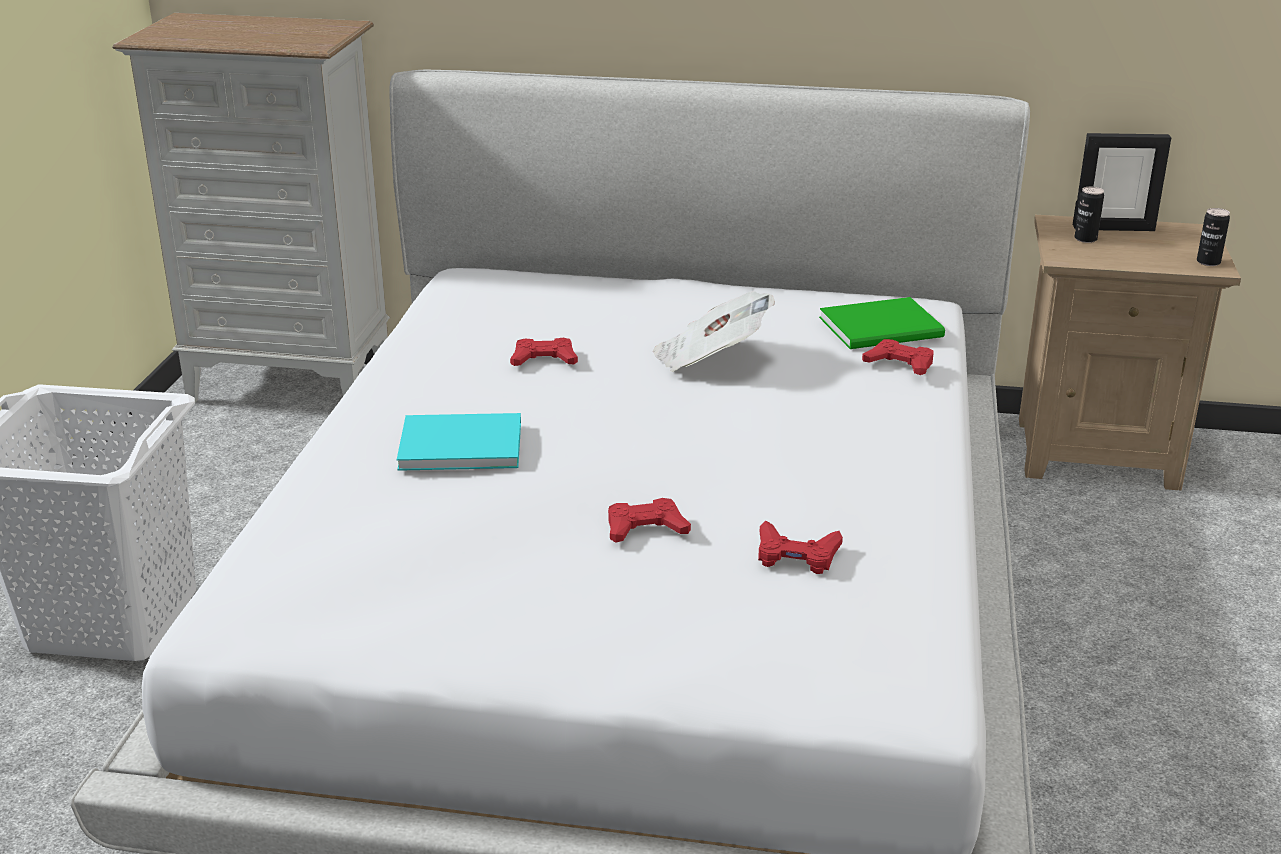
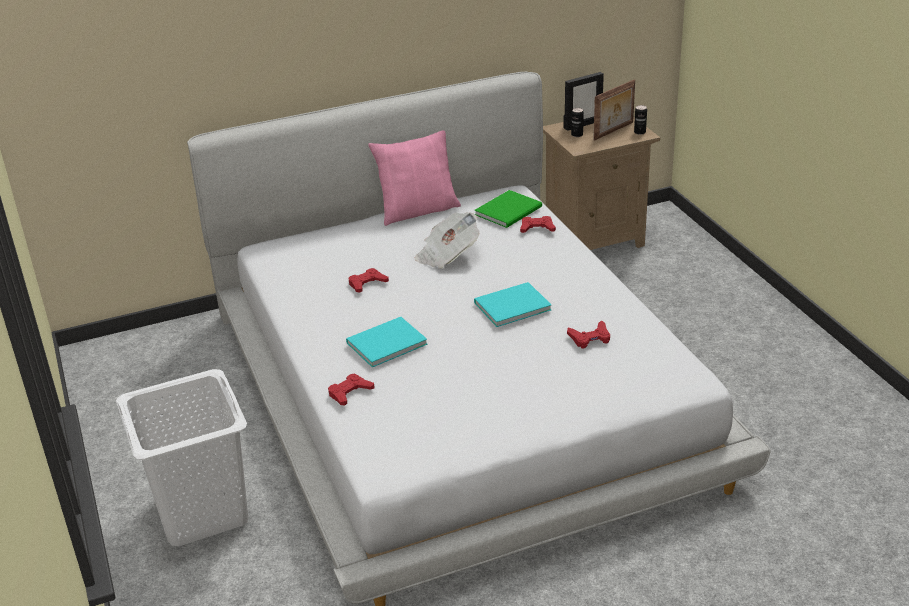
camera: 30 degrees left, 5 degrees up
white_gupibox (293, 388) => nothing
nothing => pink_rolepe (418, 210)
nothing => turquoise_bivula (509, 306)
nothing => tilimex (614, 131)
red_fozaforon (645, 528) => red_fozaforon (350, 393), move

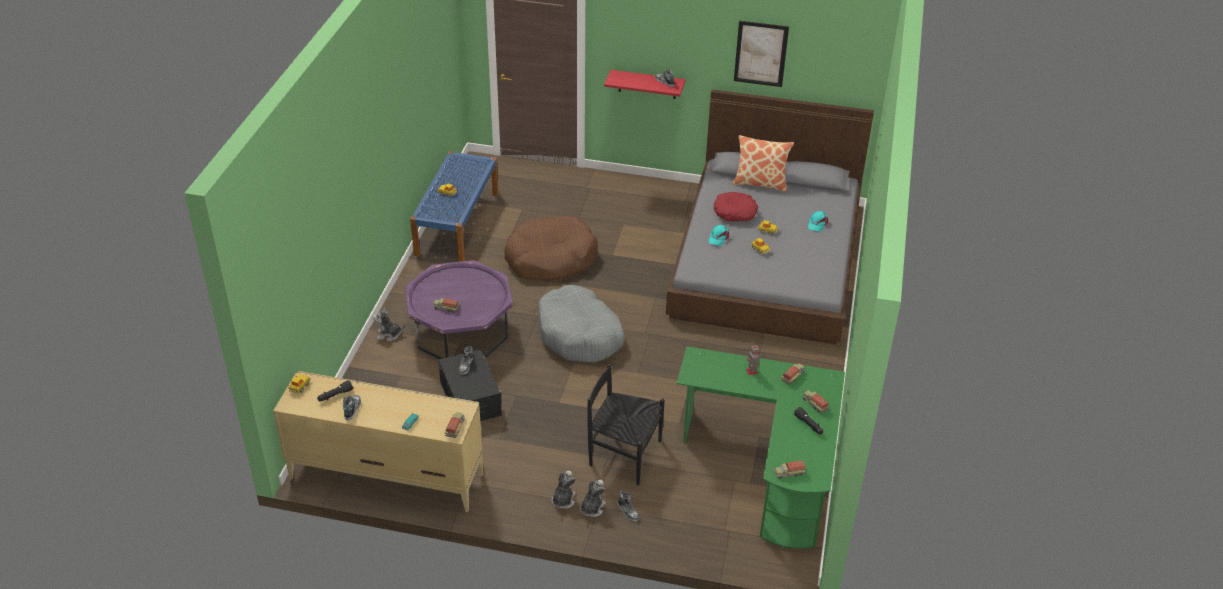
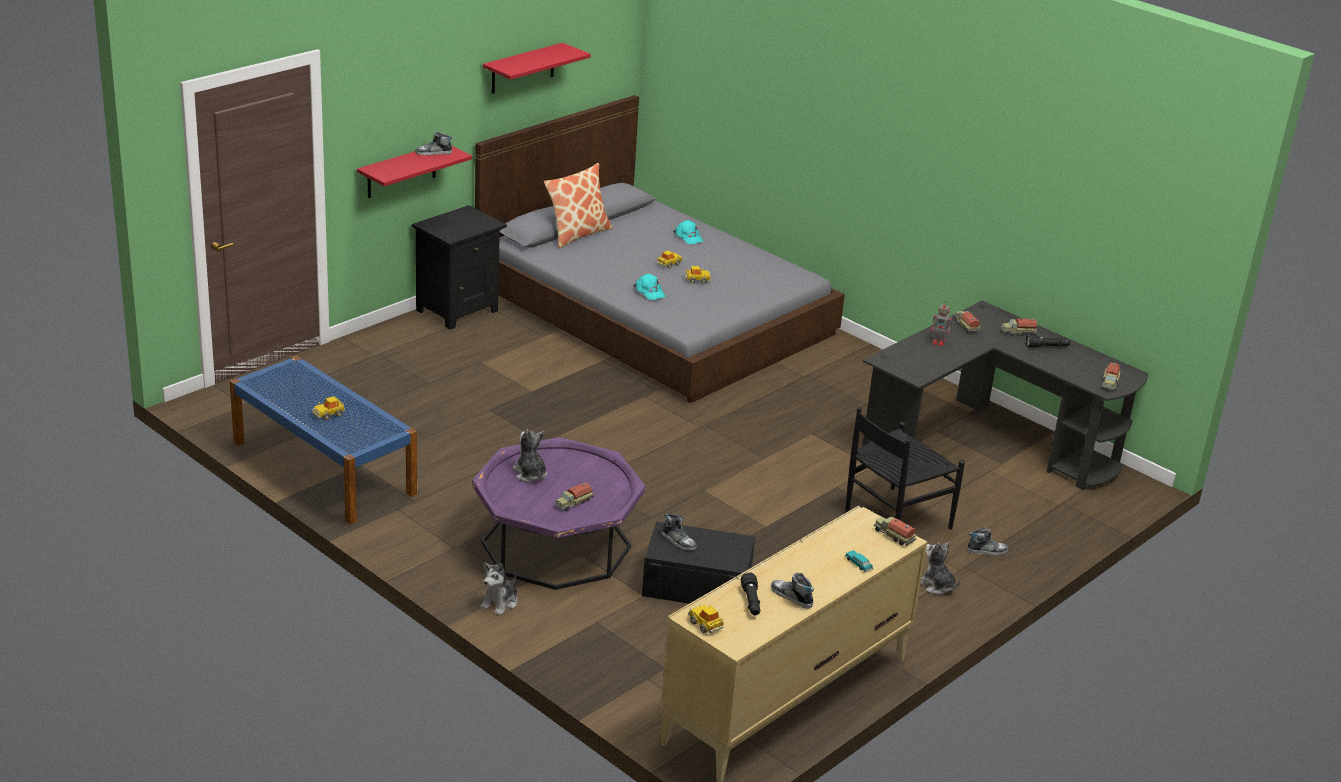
camera: 60 degrees left, 10 degrees down
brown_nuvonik (550, 258) => nothing
grey_nuvonik (579, 335) => nothing
red_rolepe (735, 212) => nothing
nothing => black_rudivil (459, 311)
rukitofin (592, 508) => rukitofin (530, 474), move
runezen (761, 53) => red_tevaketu (523, 68)
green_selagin (770, 468) => black_selagin (988, 444)

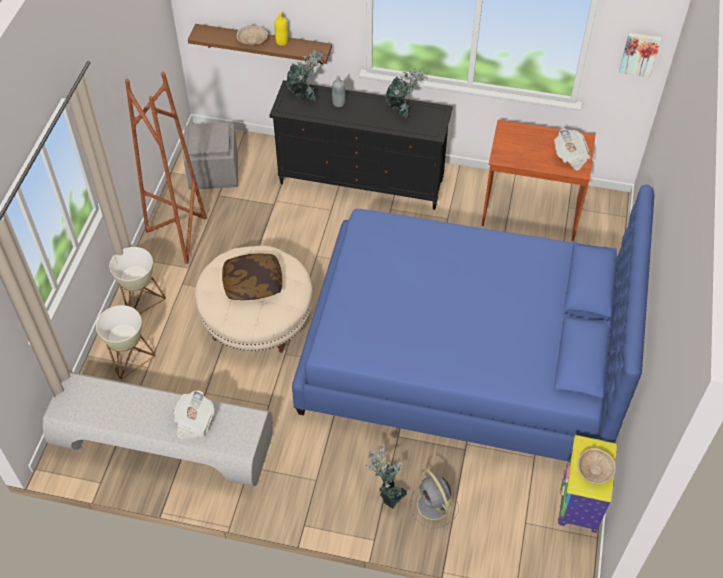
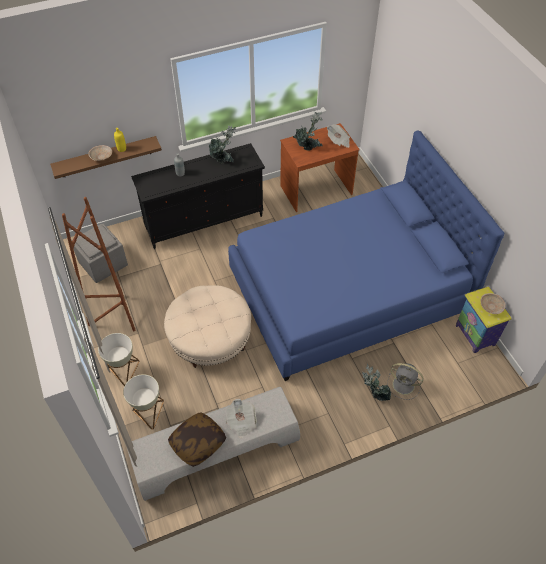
camera: 35 degrees left, 0 degrees up
runezen (639, 53) => nothing
rolepe (253, 284) => rolepe (197, 443), move
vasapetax (305, 95) => vasapetax (308, 147), move

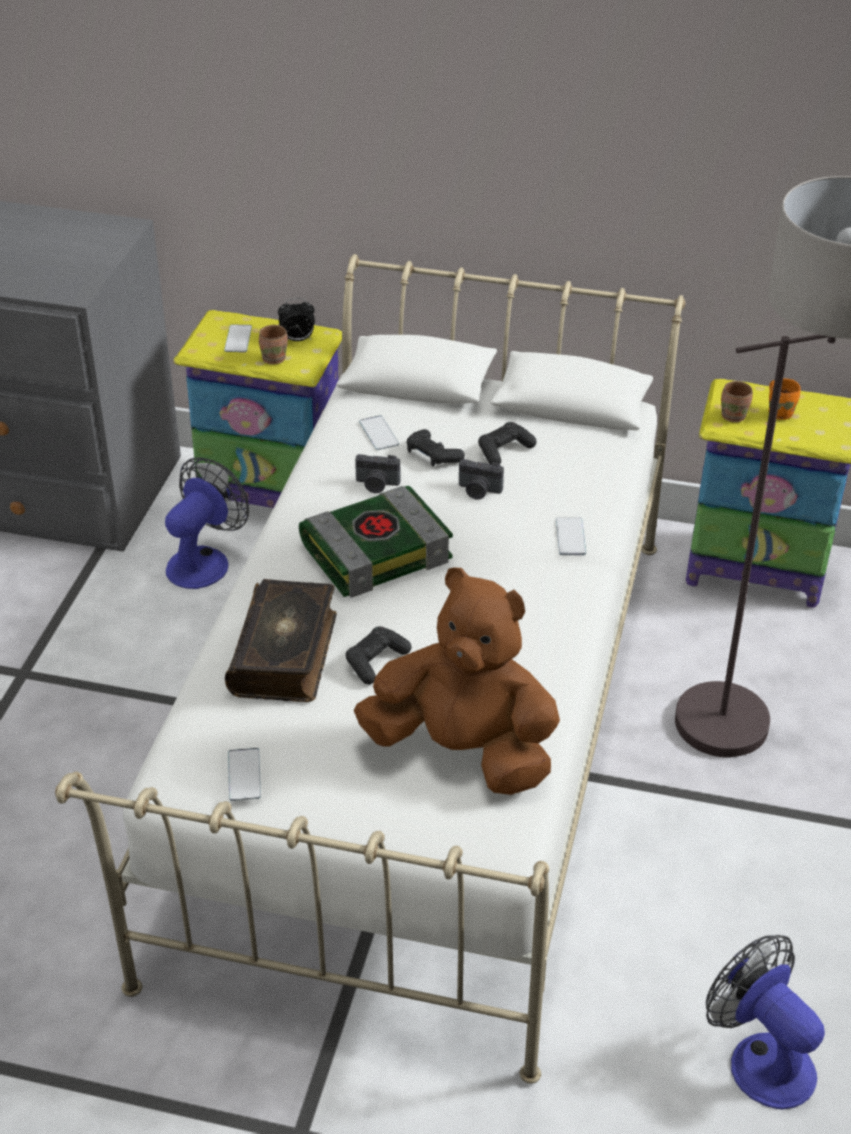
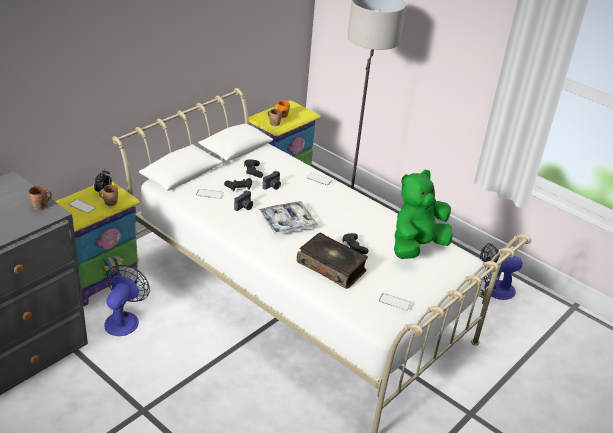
camera: 65 degrees left, 5 degrees down
nothing => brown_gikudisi (40, 206)
bivula (377, 551) => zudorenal (287, 222)
brown_rukitofin (464, 751) => green_rukitofin (416, 247)
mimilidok (204, 561) => mimilidok (124, 319), 45 degrees clockwise

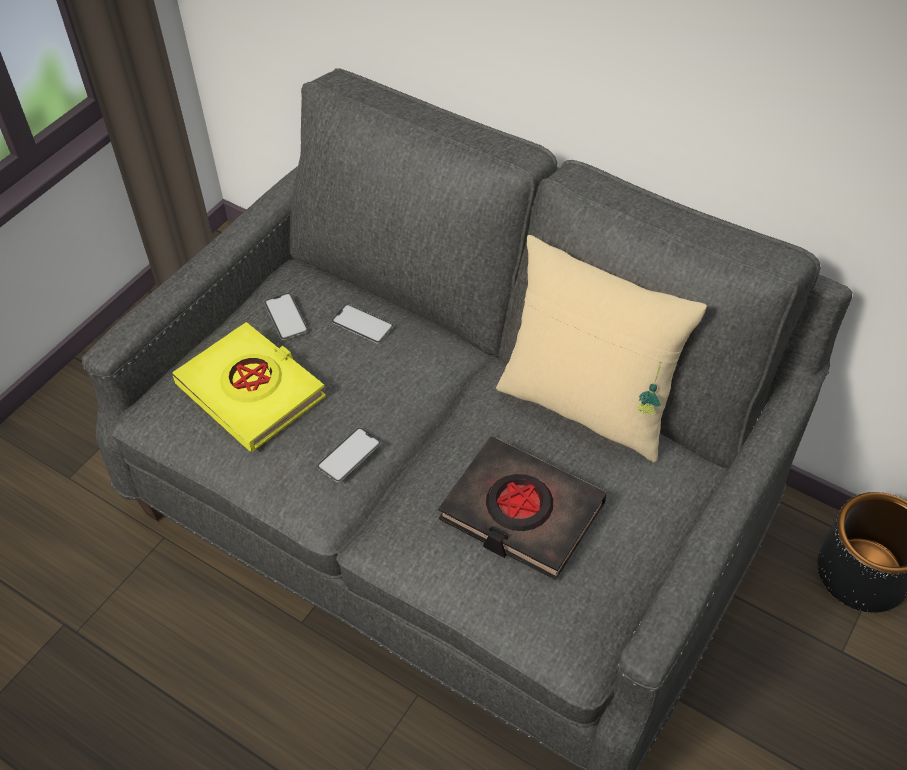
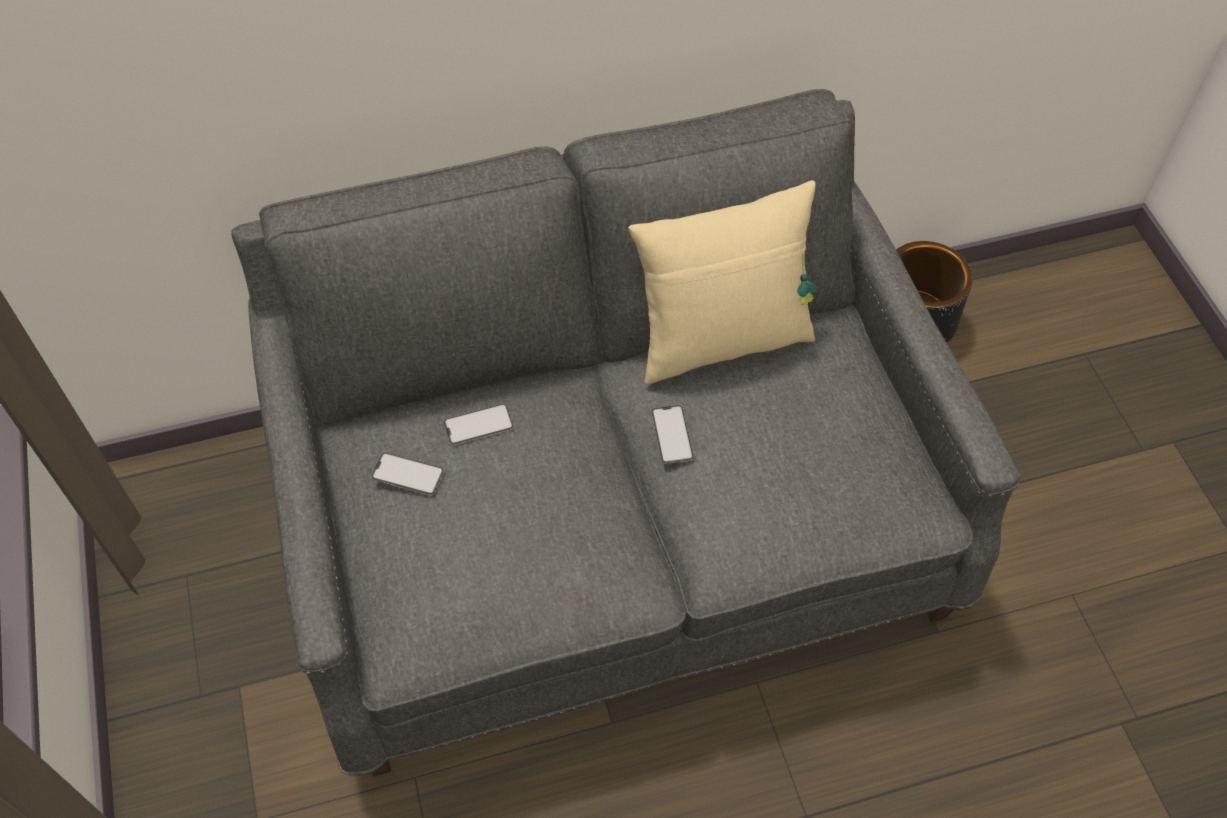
camera: 50 degrees left, 5 degrees up
yellow_bivula (251, 391) => nothing
black_bivula (521, 513) => nothing
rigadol (349, 455) => rigadol (672, 434), move

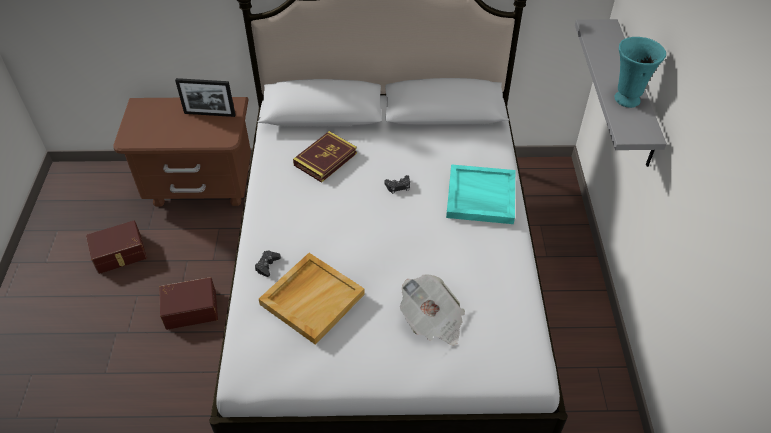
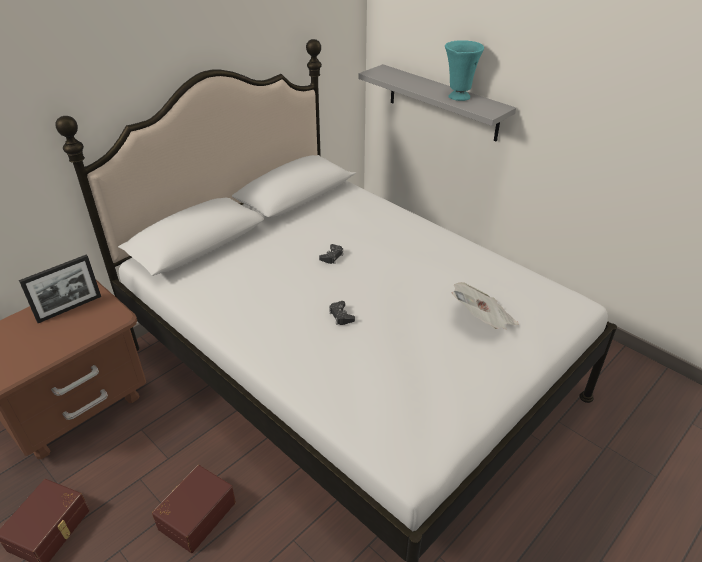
camera: 45 degrees left, 10 degrees down
beige_zudorenal (312, 298) => nothing
bivula (325, 159) => nothing
turquoise_zudorenal (480, 197) => nothing
black_fozaforon (267, 265) => black_fozaforon (341, 316), move

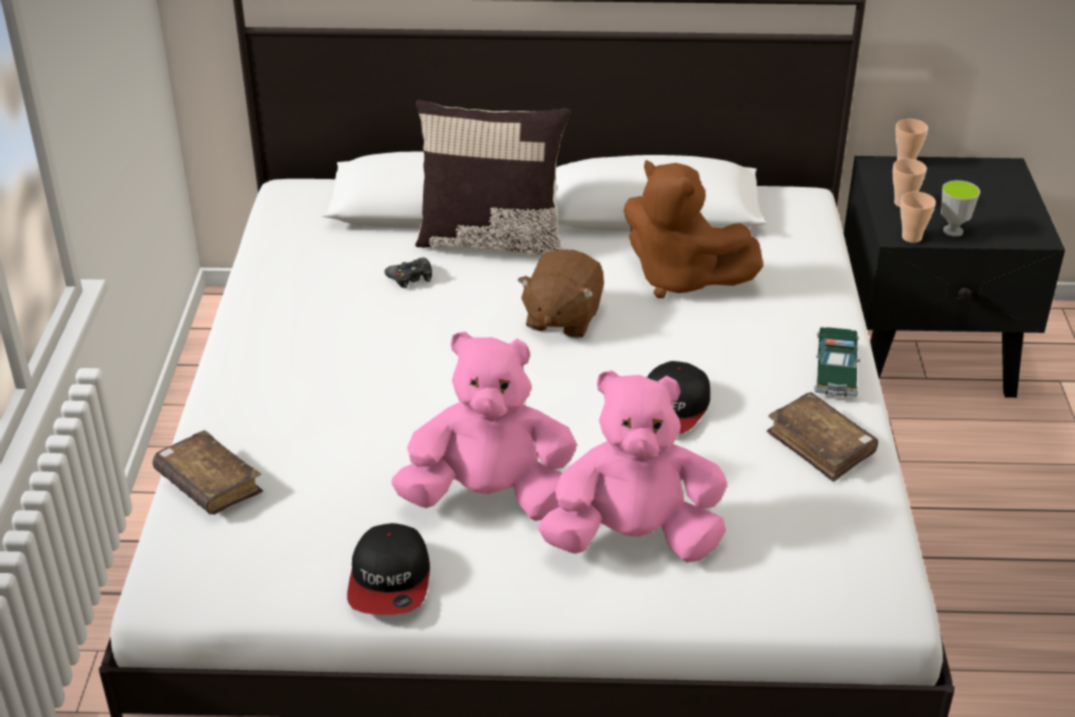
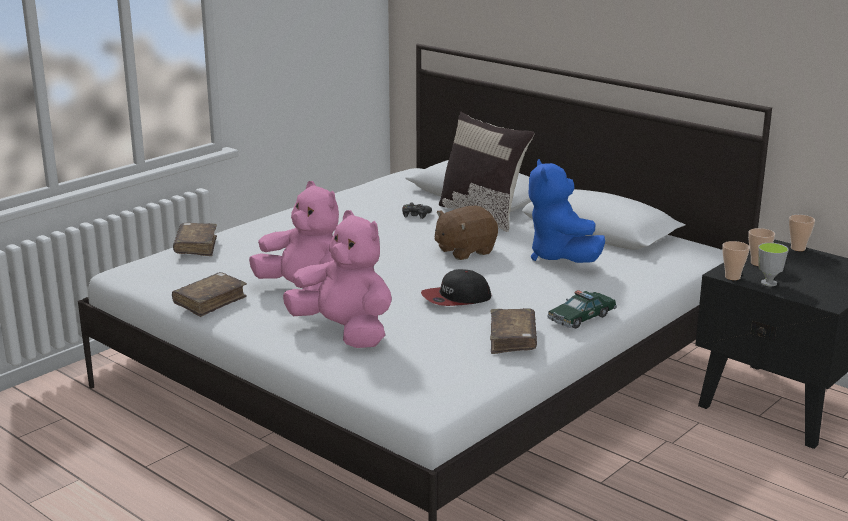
camera: 40 degrees right, 15 degrees down
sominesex (390, 580) => brown_bivula (210, 302)
brown_rukitofin (681, 278) => blue_rukitofin (561, 257)

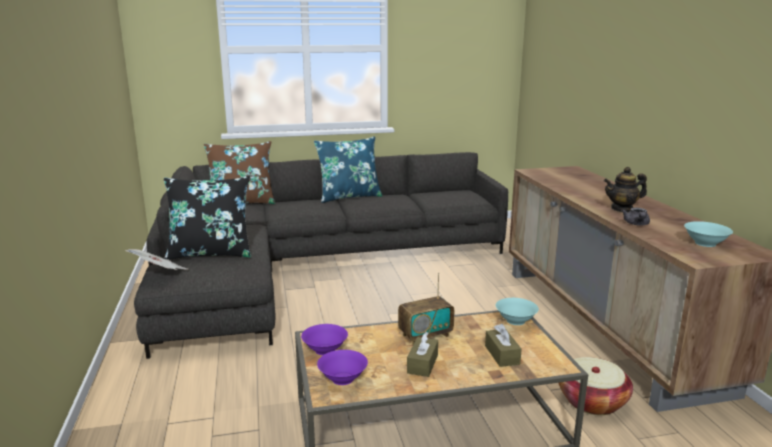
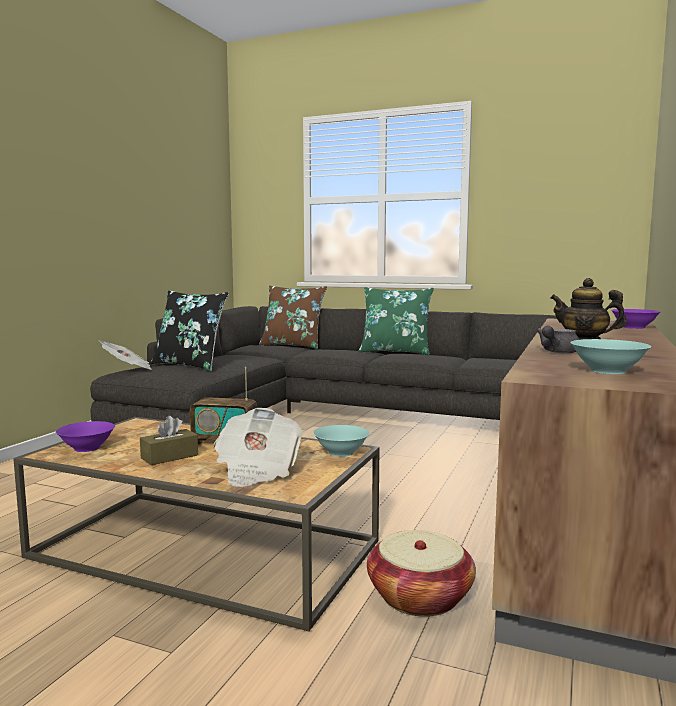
camera: 35 degrees right, 10 degrees down
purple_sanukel (324, 350) => purple_sanukel (633, 327), move
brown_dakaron (502, 355) => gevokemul (257, 470)
blue_rolepe (349, 197) => green_rolepe (395, 352)

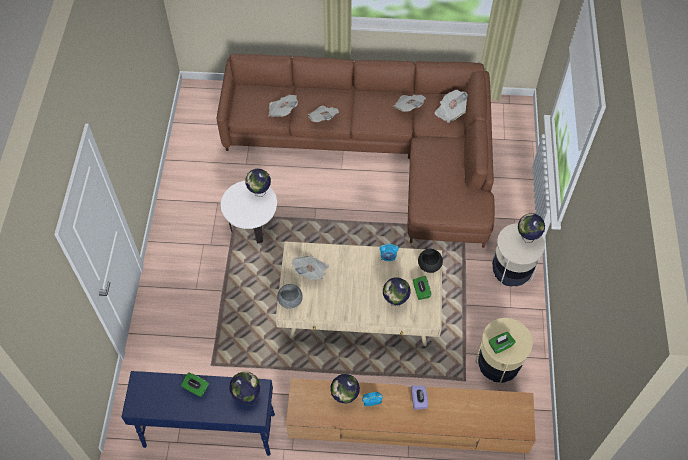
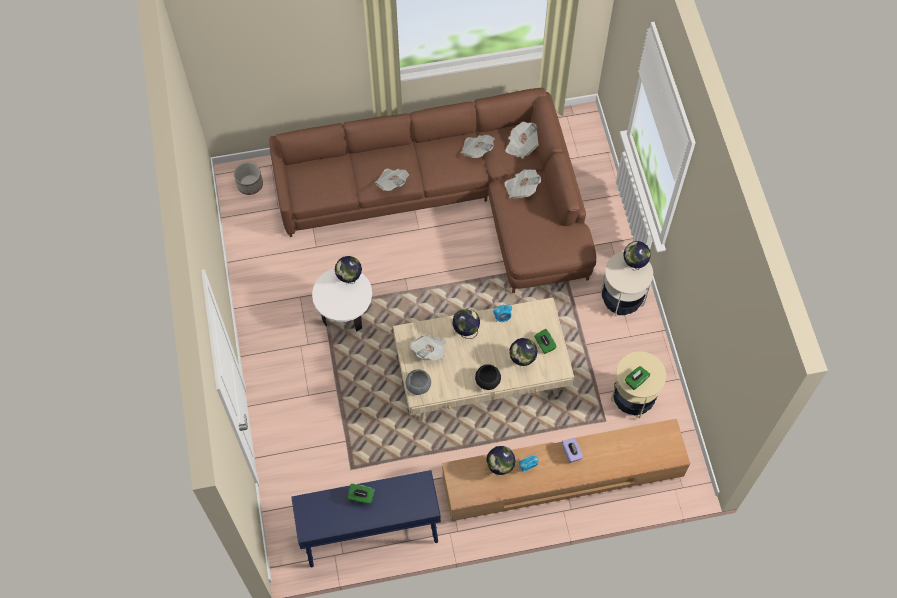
camera: 15 degrees left, 5 degrees up
nothing => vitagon (250, 184)
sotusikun (247, 395) => sotusikun (465, 331), move
gevokemul (282, 111) => gevokemul (521, 188), move
black_sanukel (429, 265) => black_sanukel (487, 381), move

